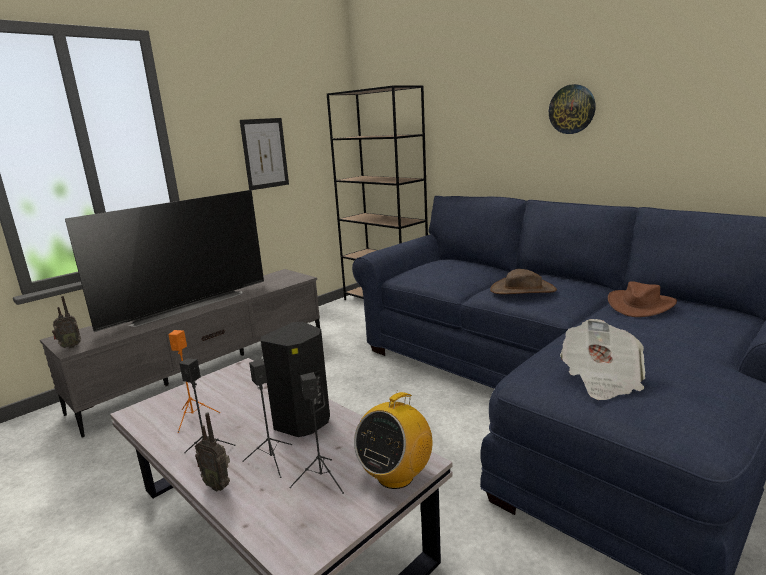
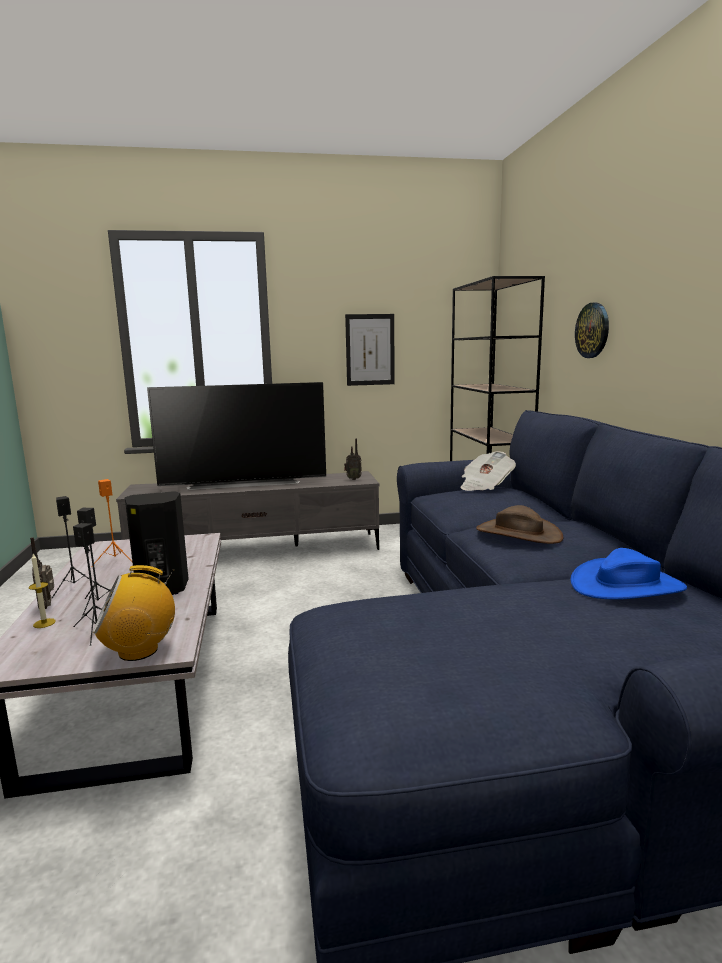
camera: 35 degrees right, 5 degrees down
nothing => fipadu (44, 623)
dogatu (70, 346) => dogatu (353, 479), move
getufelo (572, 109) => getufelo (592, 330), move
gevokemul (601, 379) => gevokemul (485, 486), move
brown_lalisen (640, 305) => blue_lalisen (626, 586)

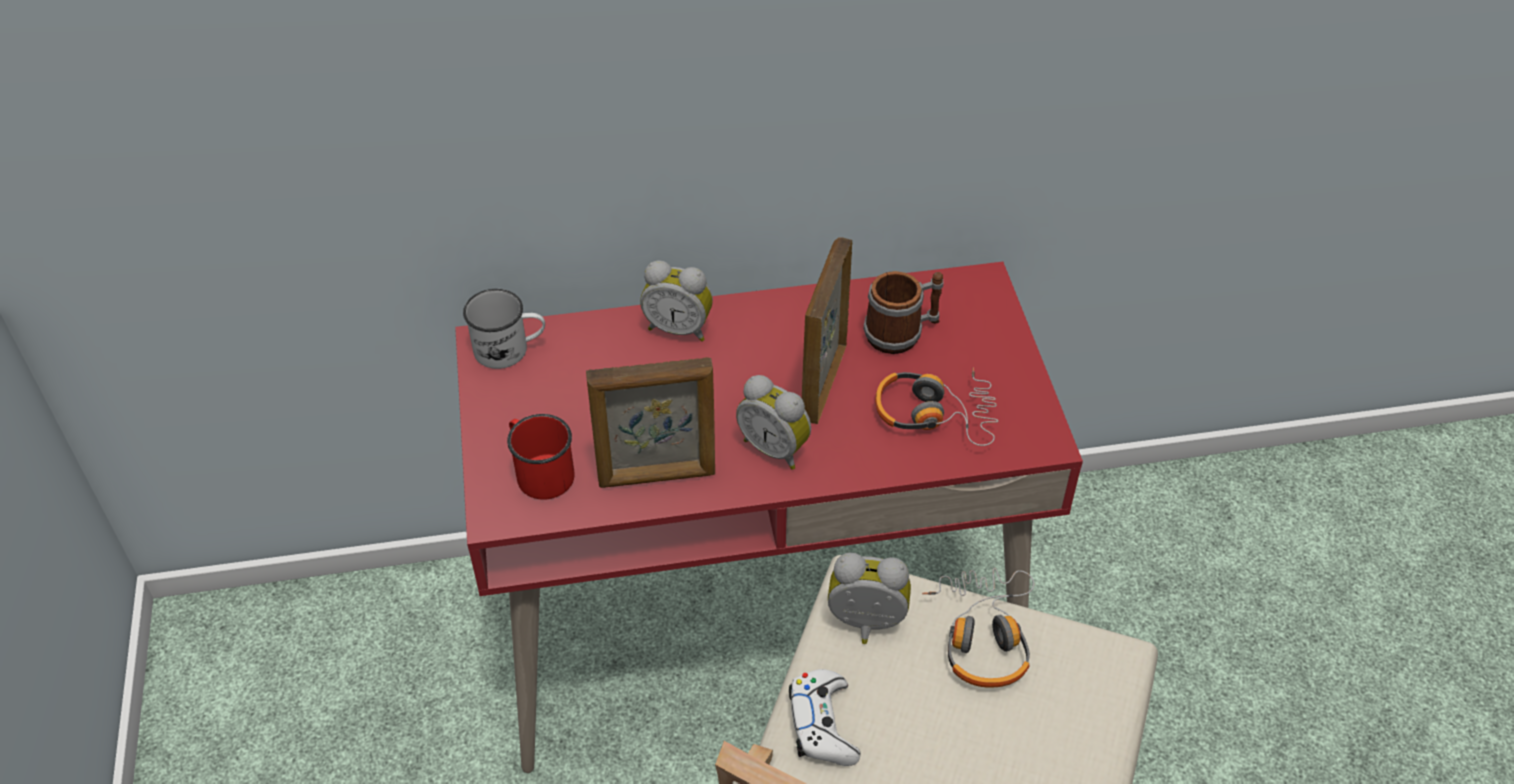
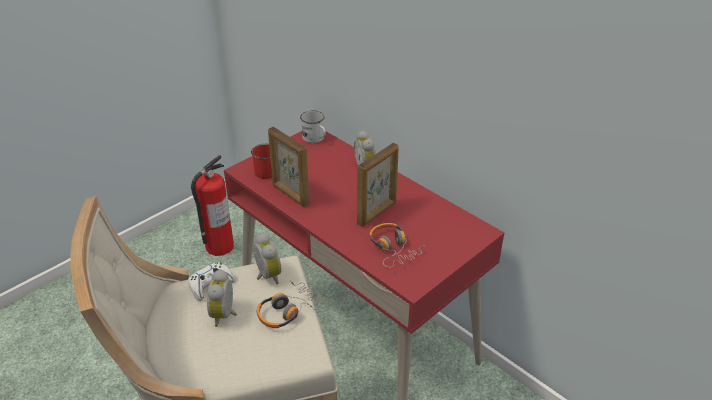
camera: 55 degrees right, 10 degrees down
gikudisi (902, 333) => nothing
nothing => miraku (219, 246)
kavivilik (776, 448) => kavivilik (225, 315), move
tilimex (823, 383) => tilimex (377, 213), 150 degrees clockwise

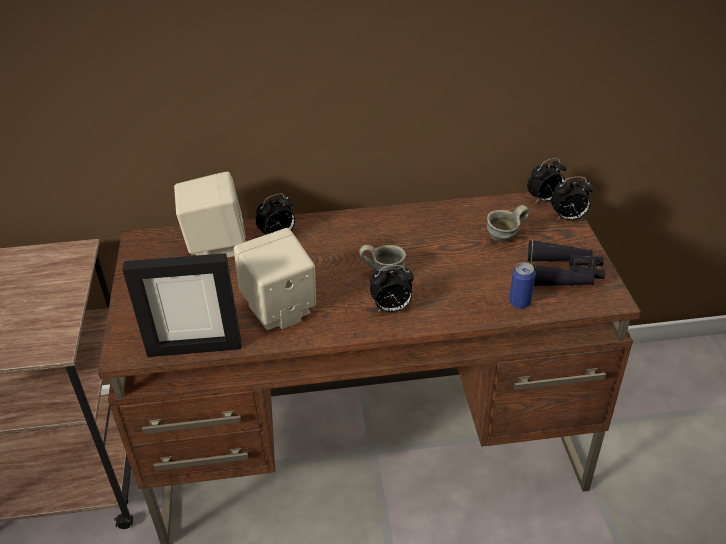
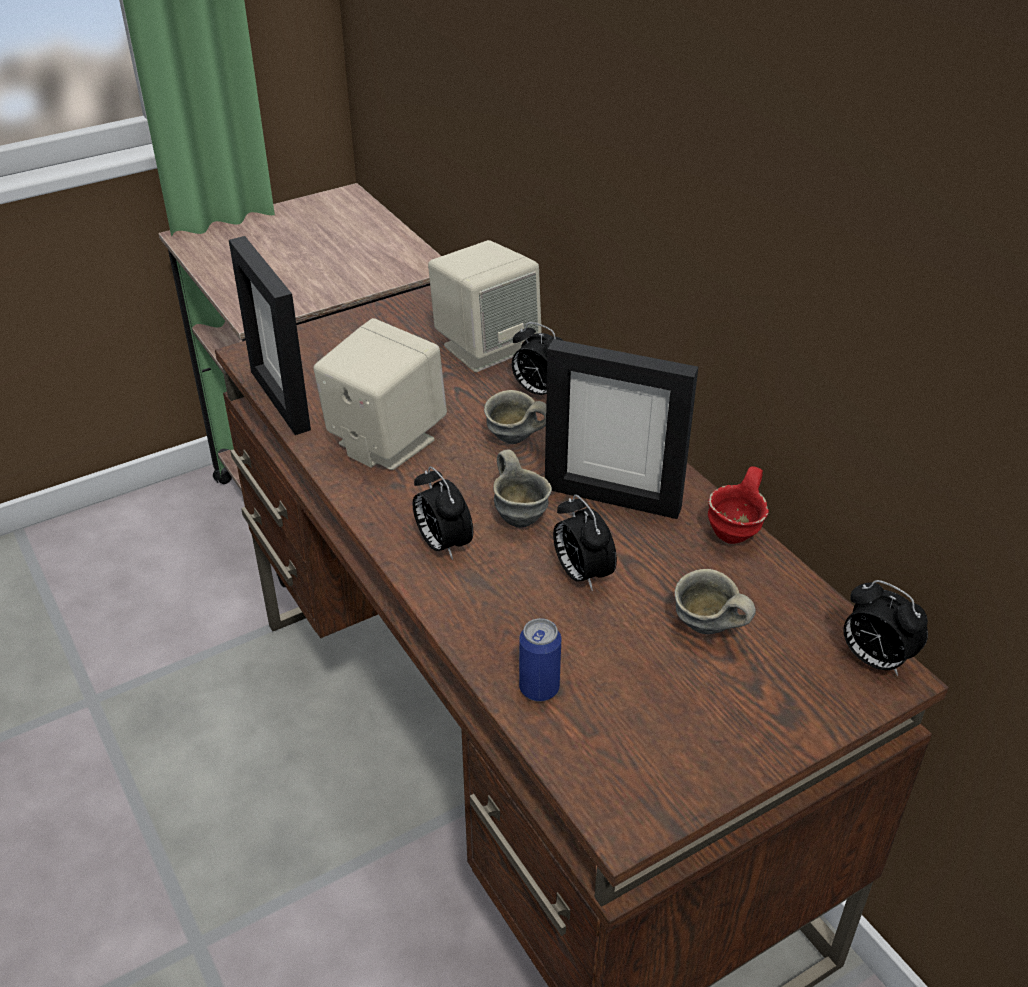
camera: 65 degrees right, 0 degrees up
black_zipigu (564, 274) => nothing
nothing => grey_gikudisi (514, 442)
nothing => tilimex (613, 496)
nothing => red_gikudisi (738, 533)
kavivilik (568, 218) => kavivilik (581, 574), move

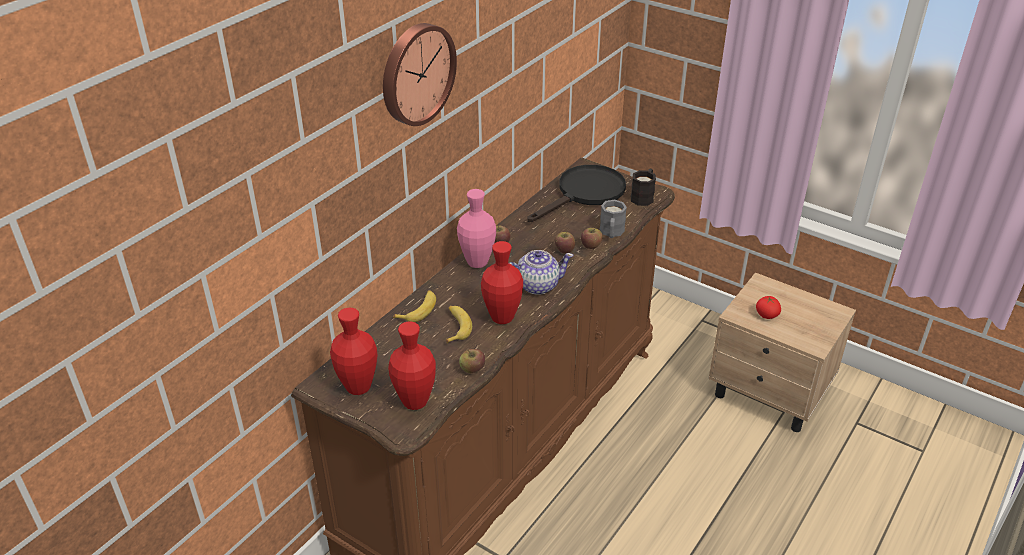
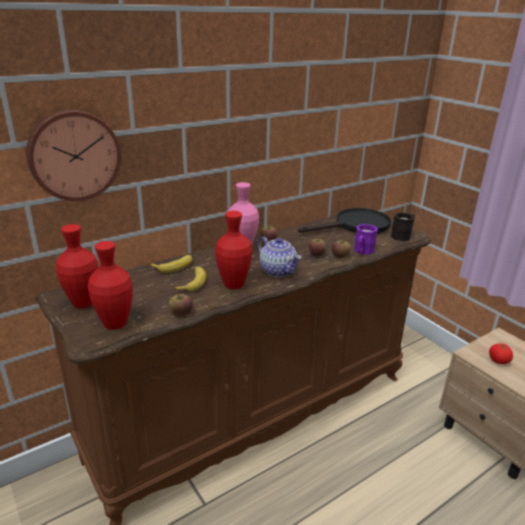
camera: 20 degrees right, 10 degrees down
getufelo (416, 73) => getufelo (74, 155), move
grey_gikudisi (611, 233) => purple_gikudisi (362, 251)
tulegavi (537, 285) => tulegavi (278, 271), 45 degrees clockwise

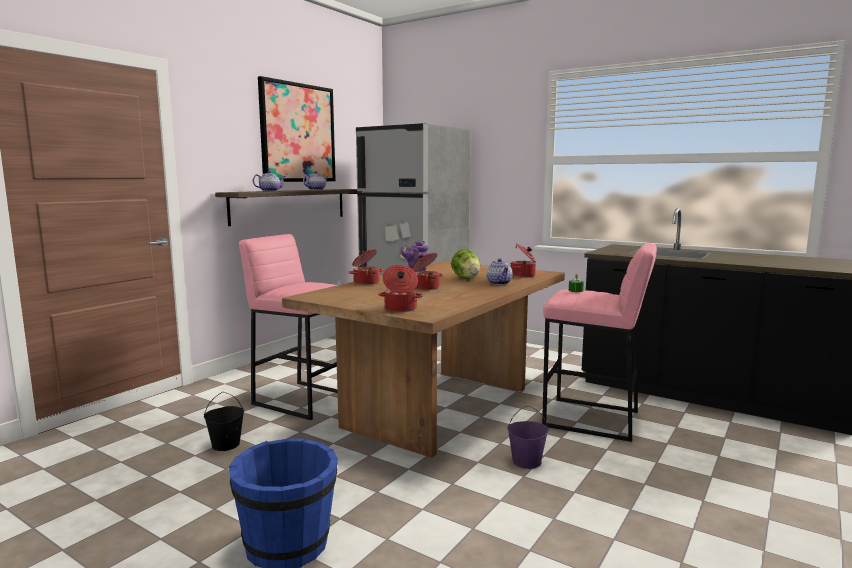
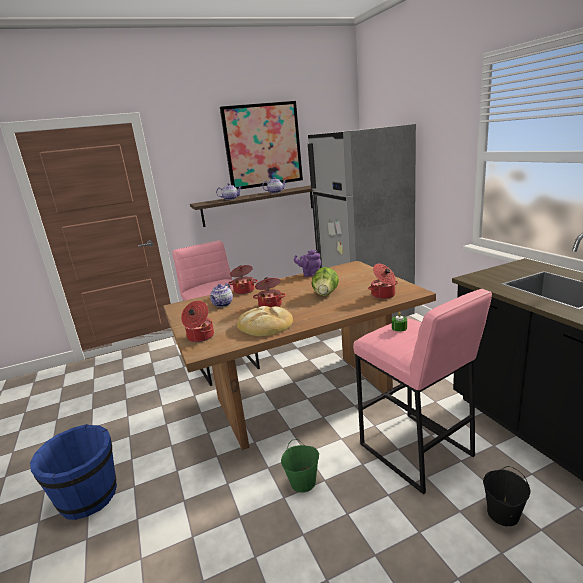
camera: 35 degrees right, 10 degrees up
nothing => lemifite (265, 325)
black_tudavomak (226, 445) => black_tudavomak (503, 514), move
tulegavi (499, 283) => tulegavi (222, 304), move
purple_tudavomak (526, 461) => green_tudavomak (303, 482)

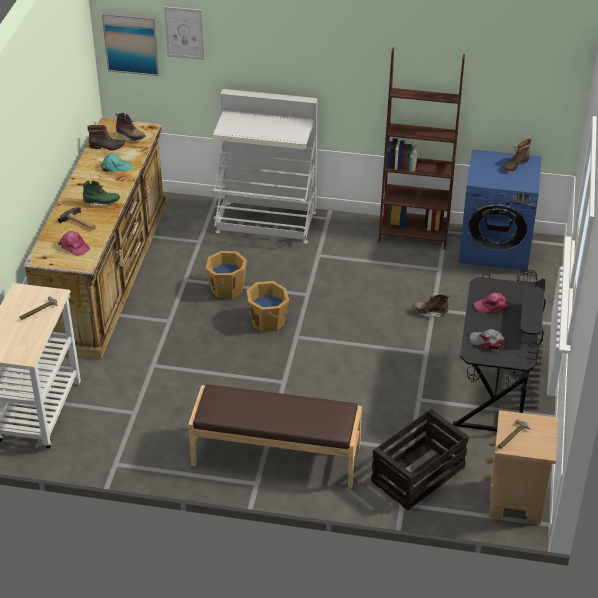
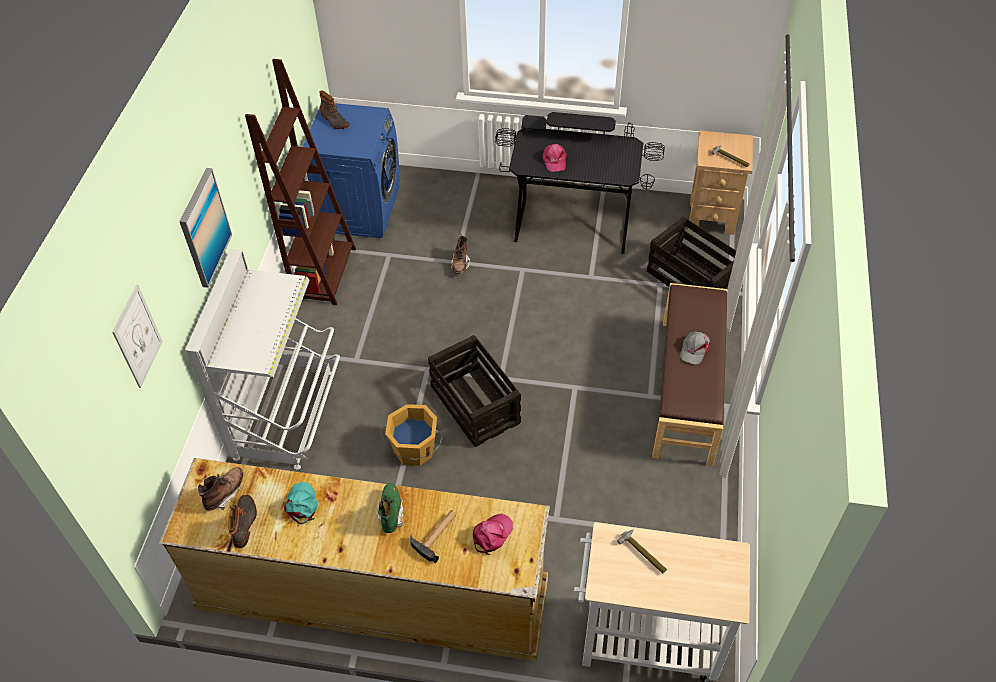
camera: 90 degrees left, 10 degrees up
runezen (131, 43) => runezen (204, 228), move
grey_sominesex (487, 341) => grey_sominesex (694, 349), move
orange_tudavomak (269, 321) => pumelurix (474, 404)

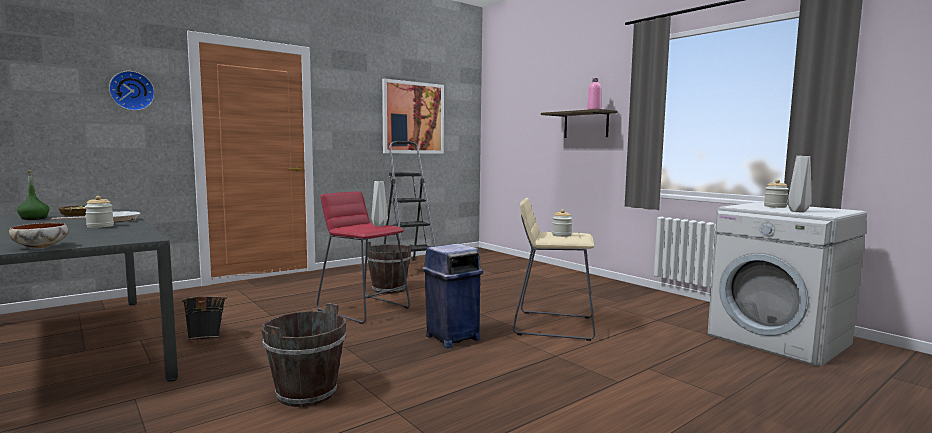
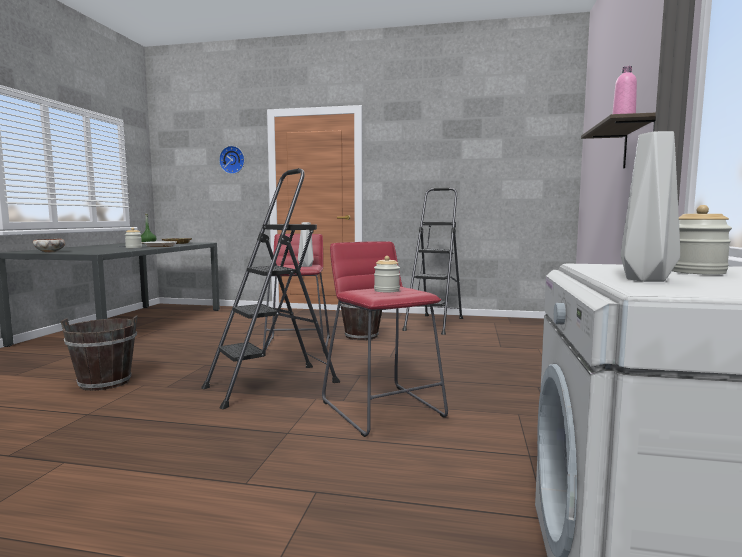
camera: 50 degrees right, 0 degrees up
black_tudavomak (206, 339) => nothing
runezen (413, 118) => nothing
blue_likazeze (451, 338) => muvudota (273, 384)
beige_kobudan (554, 325) => red_kobudan (383, 409)

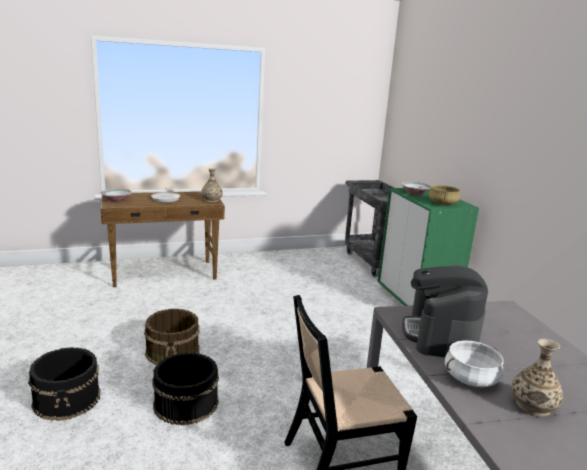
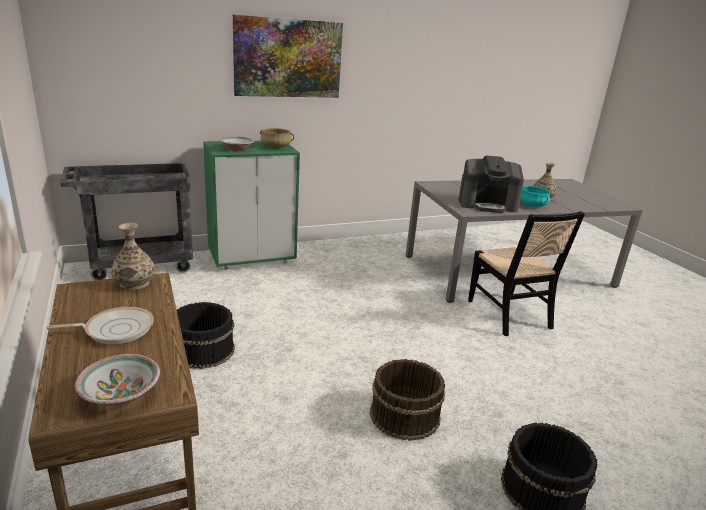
camera: 95 degrees left, 5 degrees up
nothing => runezen (288, 58)
black_tudavomak (185, 403) => black_tudavomak (202, 350), move
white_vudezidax (470, 378) => turquoise_vudezidax (531, 205)

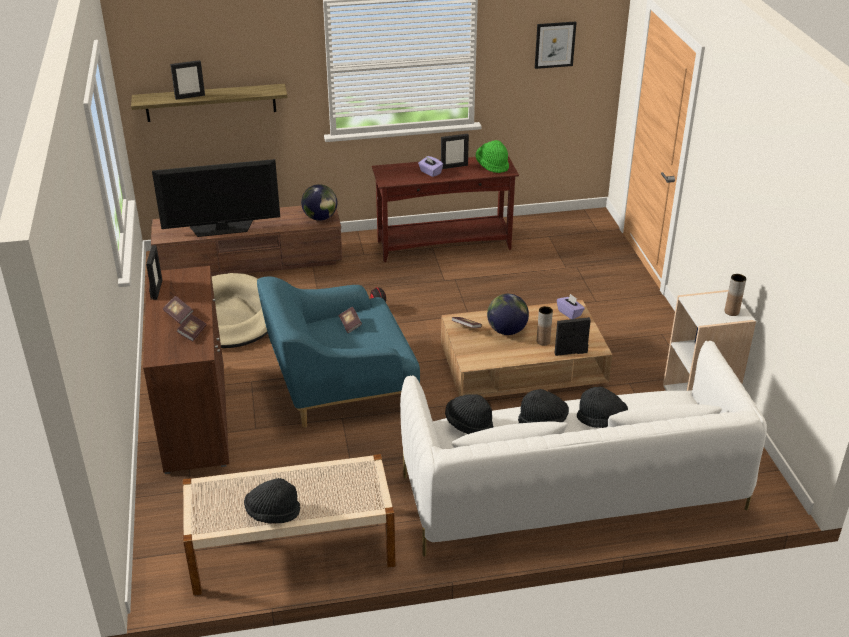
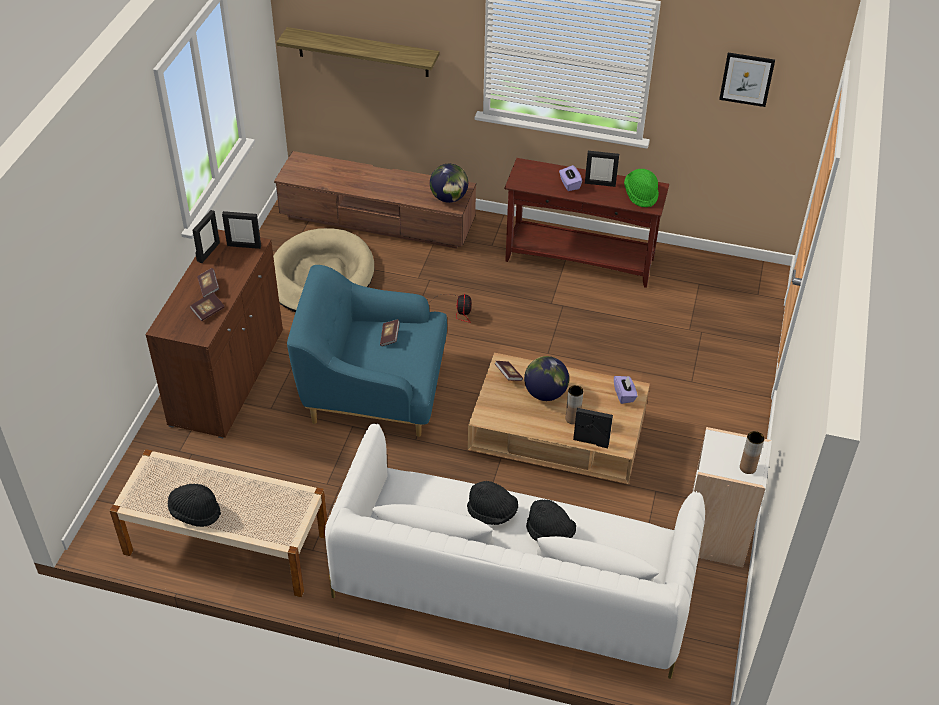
camera: 25 degrees right, 10 degrees up
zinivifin (222, 229) => nothing
black_lalisen (468, 424) => nothing
tilimex (190, 96) => tilimex (244, 245), move

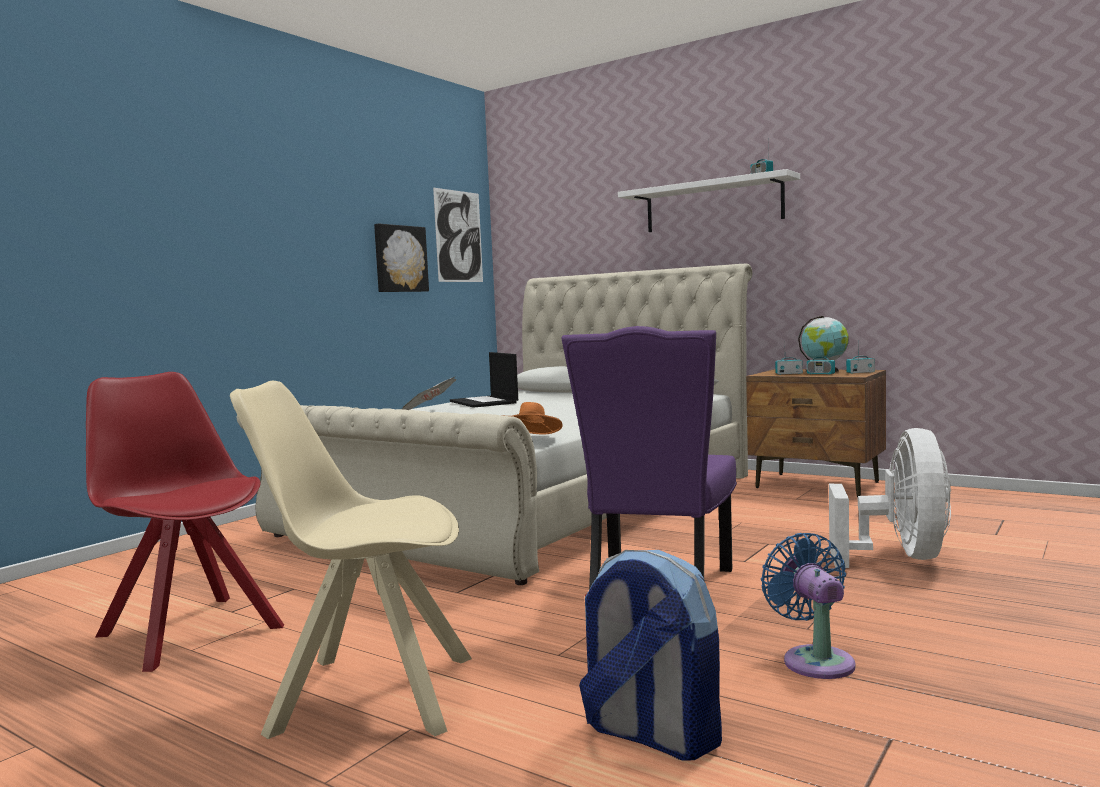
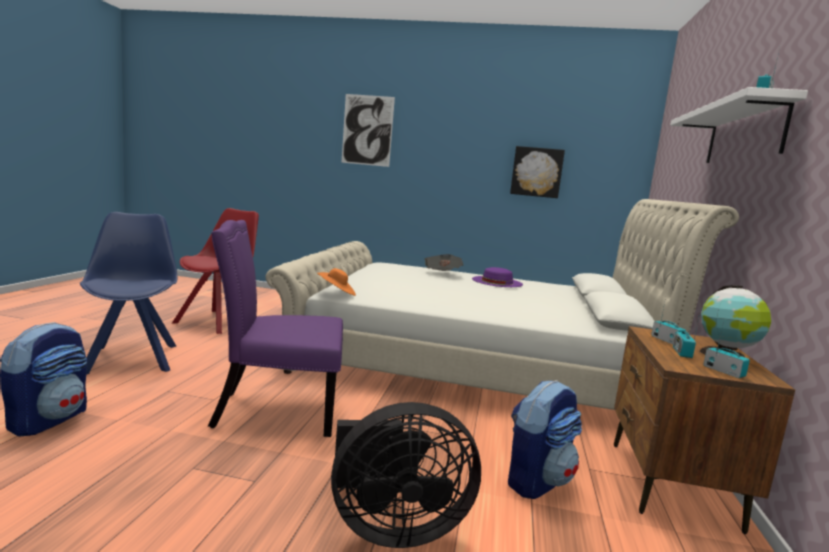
camera: 65 degrees right, 5 degrees up
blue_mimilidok (815, 660) => nothing
nothing => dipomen (537, 480)
runezen (458, 236) => runezen (367, 130), move
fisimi (484, 402) => purple_lalisen (497, 281)
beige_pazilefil (368, 694) => blue_pazilefil (132, 358)
white_mimilidok (900, 557) => black_mimilidok (392, 528)

